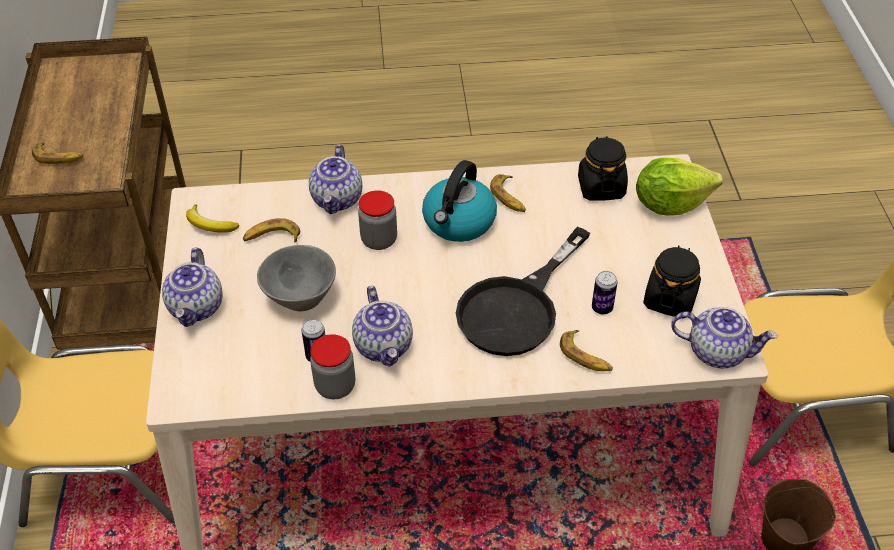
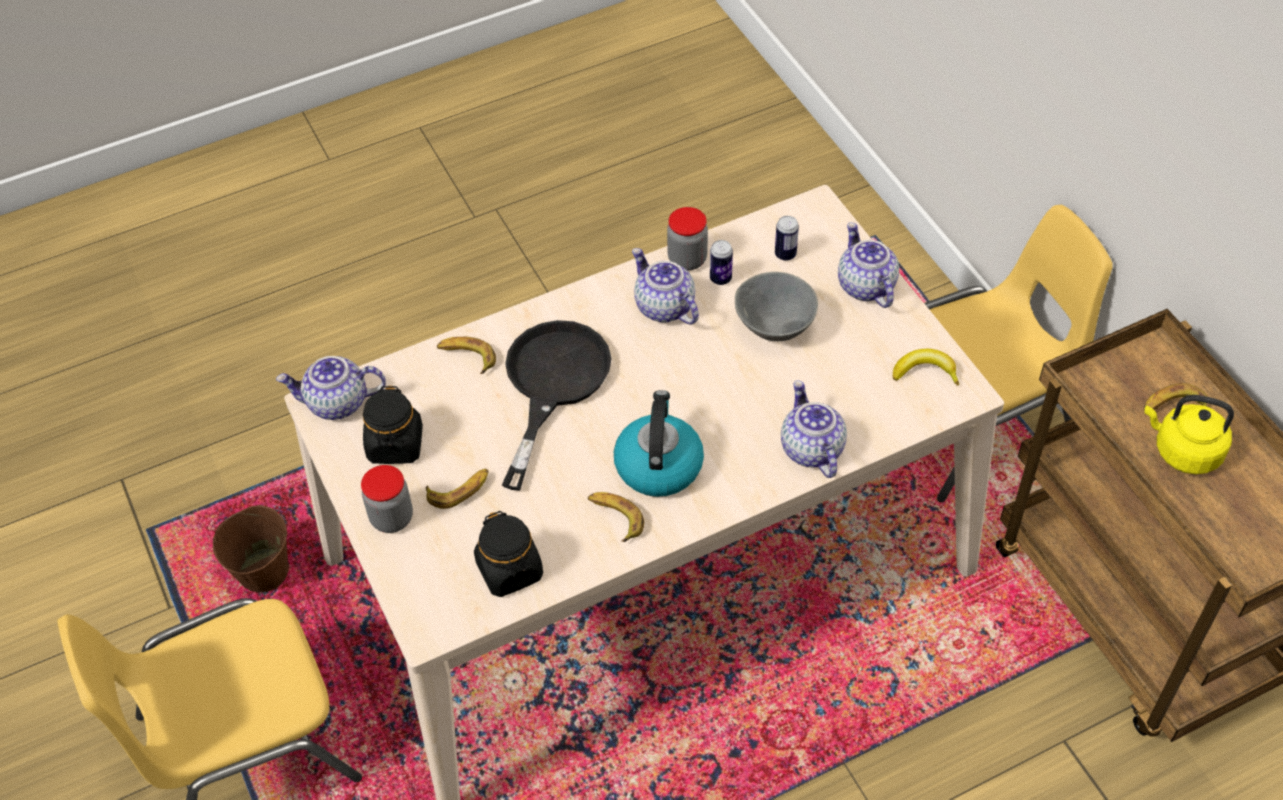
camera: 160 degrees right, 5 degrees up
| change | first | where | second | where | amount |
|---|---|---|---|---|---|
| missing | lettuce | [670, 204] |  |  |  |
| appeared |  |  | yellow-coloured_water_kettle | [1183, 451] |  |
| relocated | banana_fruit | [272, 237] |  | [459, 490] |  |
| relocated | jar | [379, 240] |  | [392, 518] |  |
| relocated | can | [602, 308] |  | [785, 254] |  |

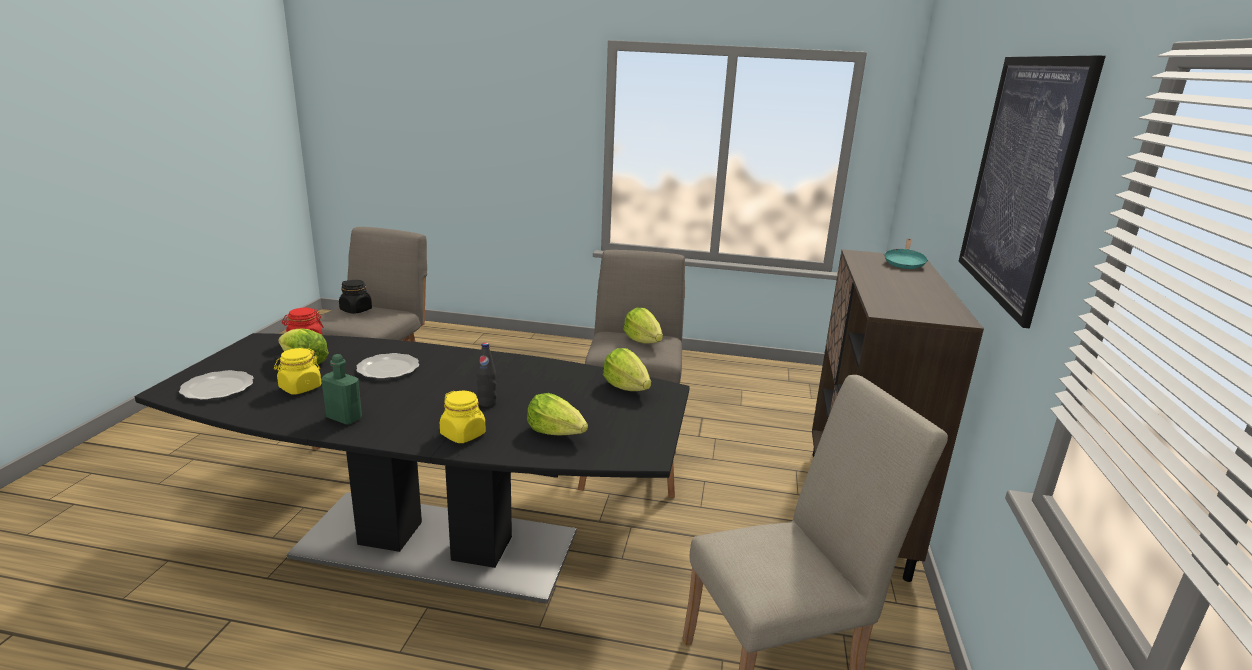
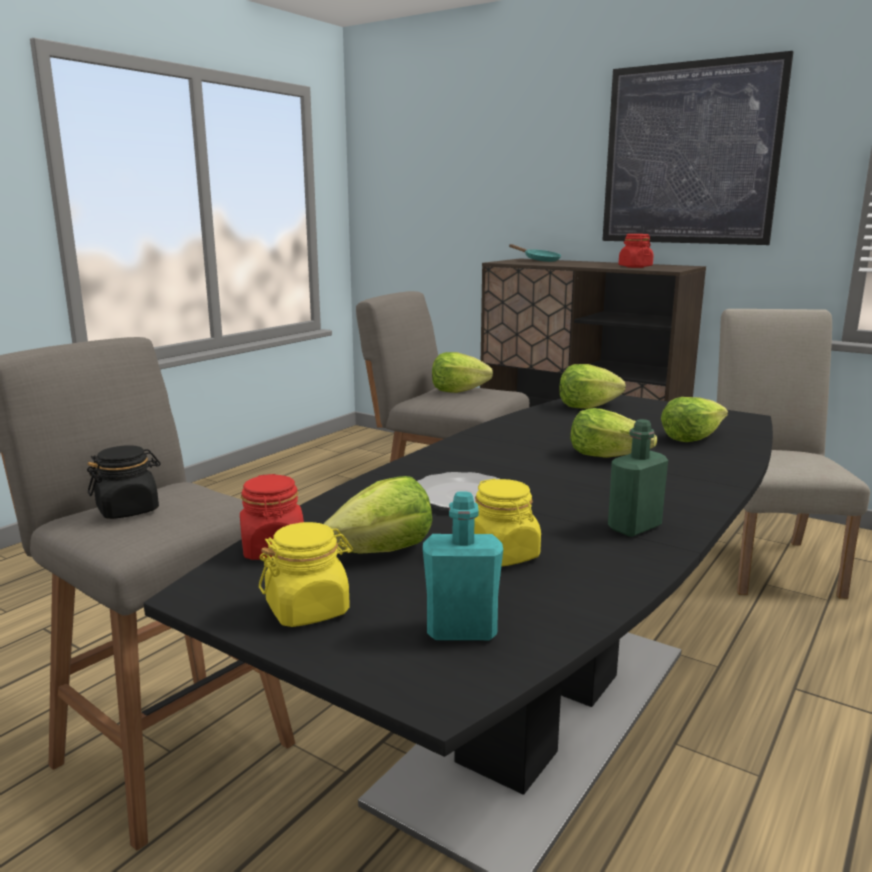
camera: 65 degrees left, 5 degrees down
| change | first | where | second | where | amount |
|---|---|---|---|---|---|
| appeared |  |  | red-coloured_jar | [635, 267] |  |
| relocated | yellow-coloured_jar | [463, 434] |  | [308, 609] |  |
| exchanged | plate | [217, 388] | turquoise-coloured_drink_bottle | [461, 631] |  |
| exchanged | blackish_drink_bottle | [487, 403] | lettuce | [608, 456] |  |

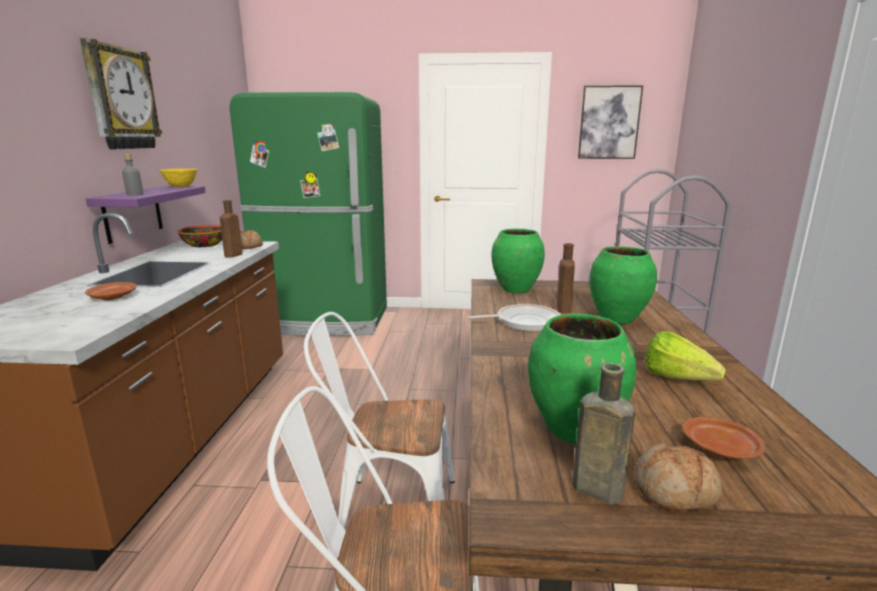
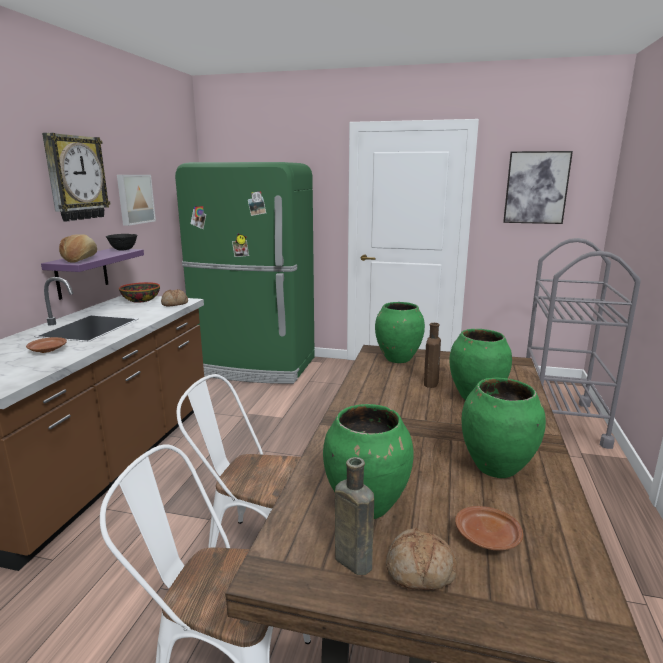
camera: 10 degrees right, 0 degrees up
| change | first | where | second | where | amount |
|---|---|---|---|---|---|
| missing | brown_drink_bottle | [232, 255] |  |  |  |
| missing | frying_pan | [524, 322] |  |  |  |
| appeared |  |  | picture | [134, 199] |  |
| exchanged | greyish_drink_bottle | [135, 194] | bread | [80, 259] |  |
| exchanged | lettuce | [682, 381] | greenish_flower_vase | [496, 467] |  |
| colour | yellow-coloured_serving_bowl | [181, 187] | blackish_serving_bowl | [123, 250] |  |

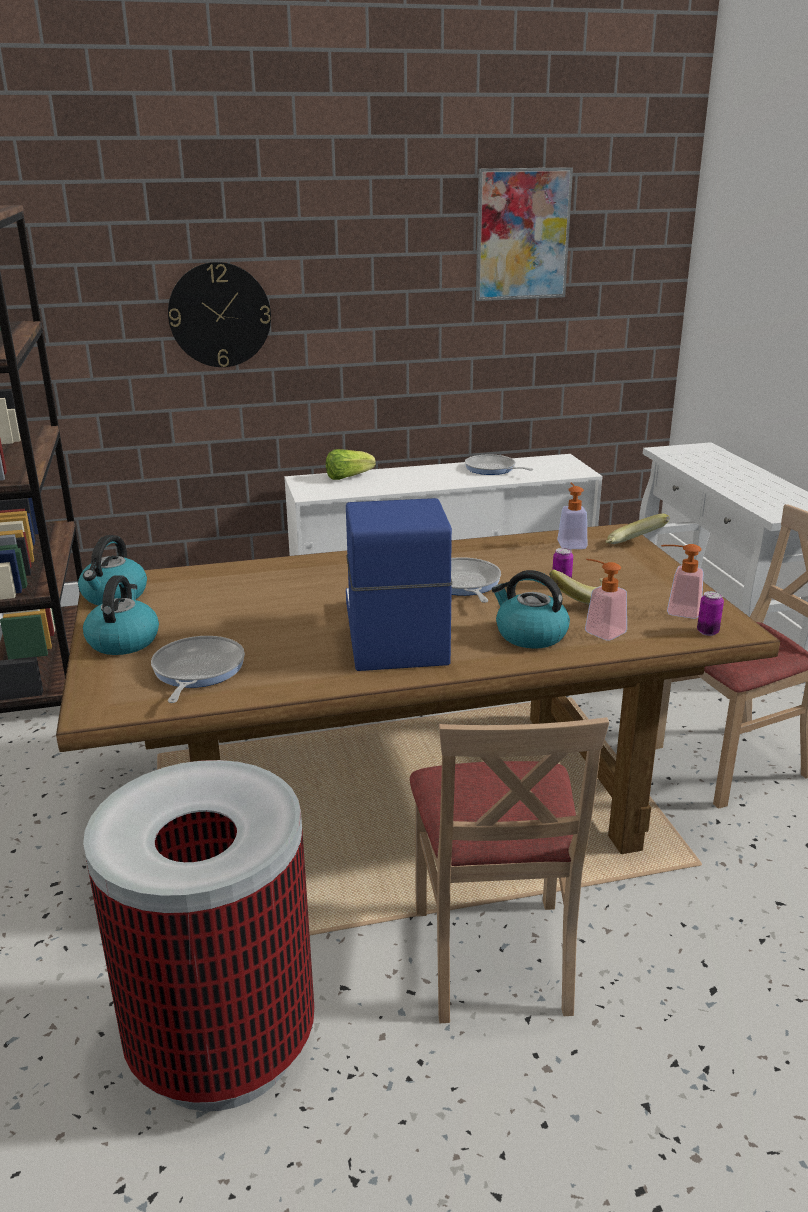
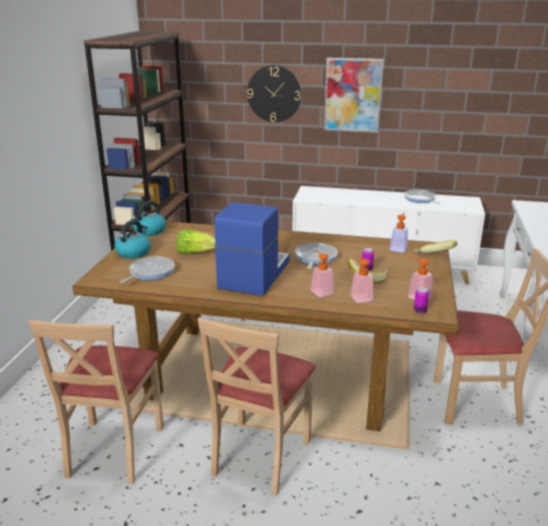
camera: 25 degrees right, 0 degrees up
| change | first | where | second | where | amount |
|---|---|---|---|---|---|
| relocated | lettuce | [348, 477] |  | [195, 252] |  |
| relocated | picture | [522, 235] |  | [353, 95] |  |
| exchanged | waste_bin | [222, 1045] | beige-coloured_upright_chair | [113, 450] |  |
| exchanged | water_kettle | [530, 635] | liquid_soap_bottle | [319, 291] |  |

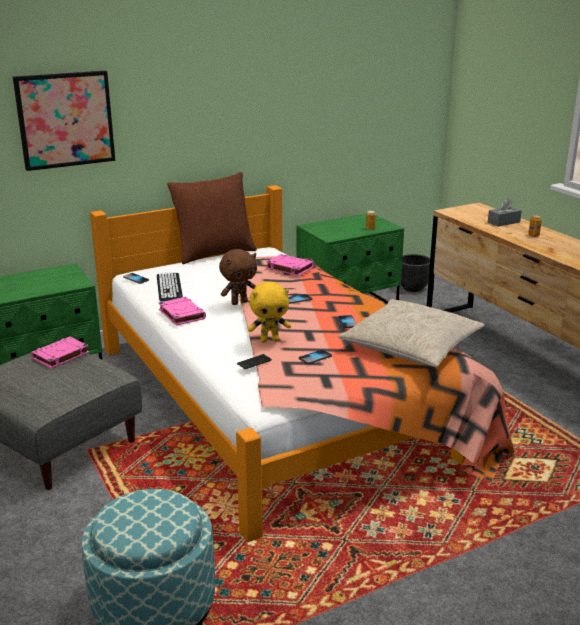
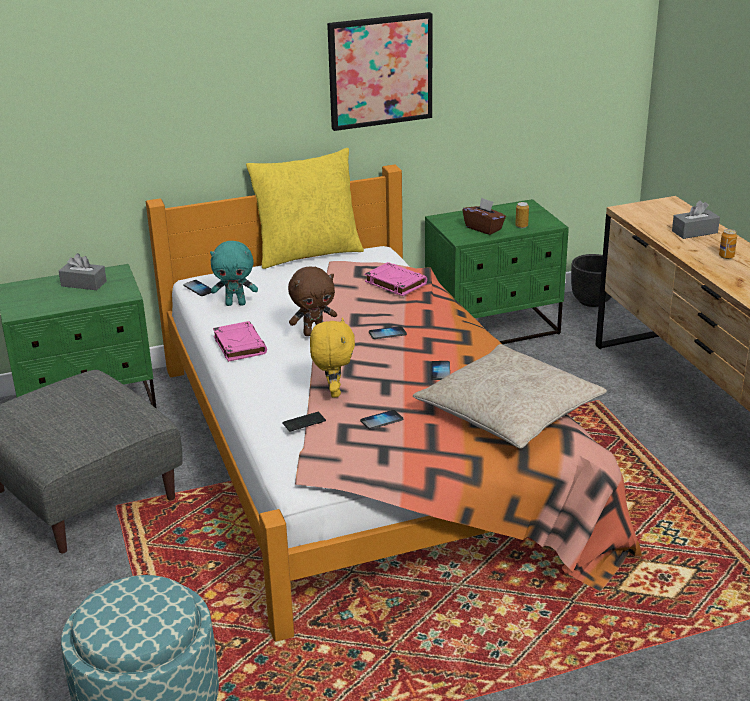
camera: 10 degrees right, 5 degrees up
| change | first | where | second | where | amount |
|---|---|---|---|---|---|
| missing | pink-coloured_bound_book | [60, 356] |  |  |  |
| appeared |  |  | greyish_tissue_holder | [84, 284] |  |
| appeared |  |  | brown_tissue_holder | [484, 228] |  |
| relocated | picture | [65, 120] |  | [380, 71] |  |
| exchanged | keyboard | [169, 287] | turquoise-coloured_cuddly_toy | [236, 304] |  |
| colour | brown_cushion | [214, 253] | yellow-coloured_cushion | [308, 253] |  |
| spun | yellow-coloured_cuddly_toy | [269, 340] |  | [333, 392] | 90 degrees counterclockwise |

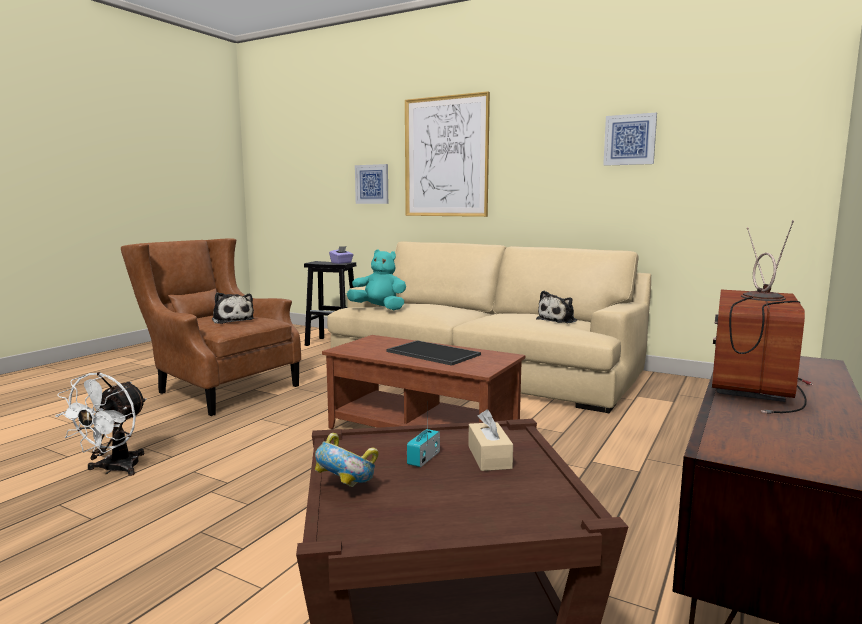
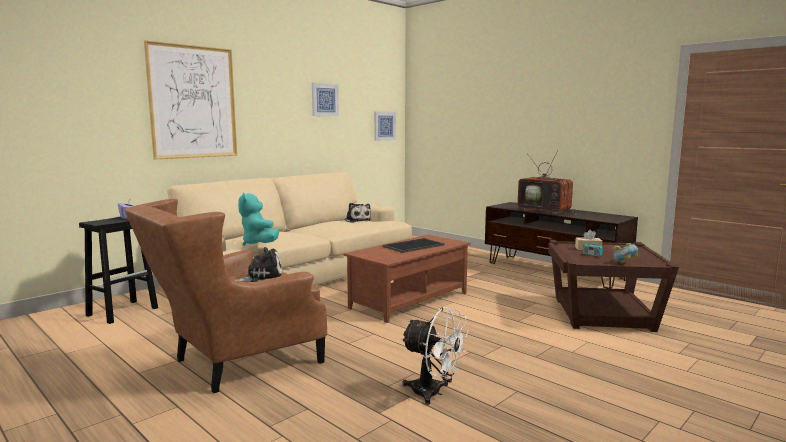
camera: 75 degrees left, 0 degrees up
| change | first | where | second | where | amount |
|---|---|---|---|---|---|
| relocated | picture | [372, 184] |  | [384, 126] |  |
| spun | turquoise-coloured_cuddly_toy | [379, 308] |  | [259, 244] | 60 degrees counterclockwise |

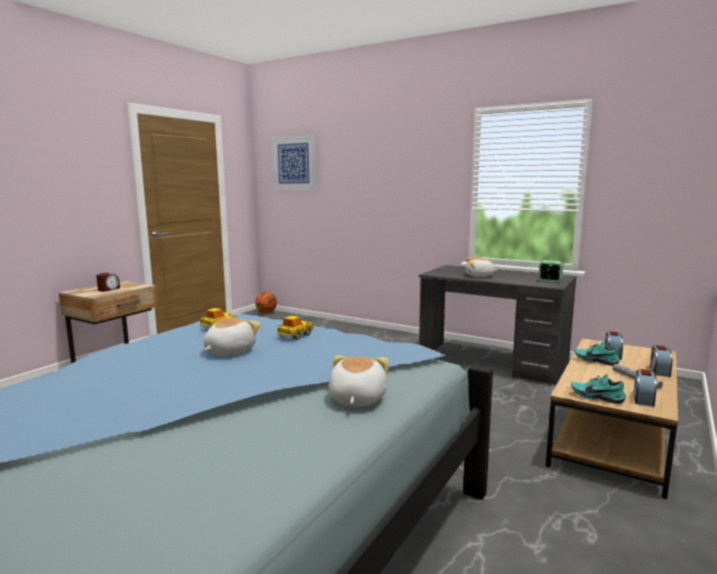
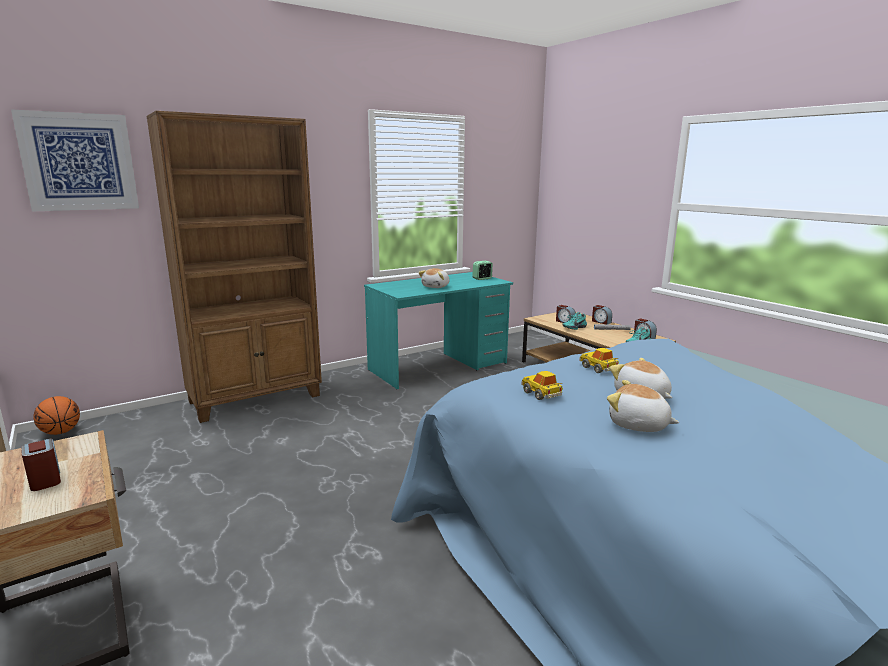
camera: 65 degrees left, 5 degrees up
| change | first | where | second | where | amount |
|---|---|---|---|---|---|
| appeared |  |  | brown_bookshelf | [256, 399] |  |
| relocated | cuddly_toy | [356, 399] |  | [638, 425] |  |
| colour | greyish_desk | [492, 362] | turquoise-coloured_desk | [439, 367] |  |

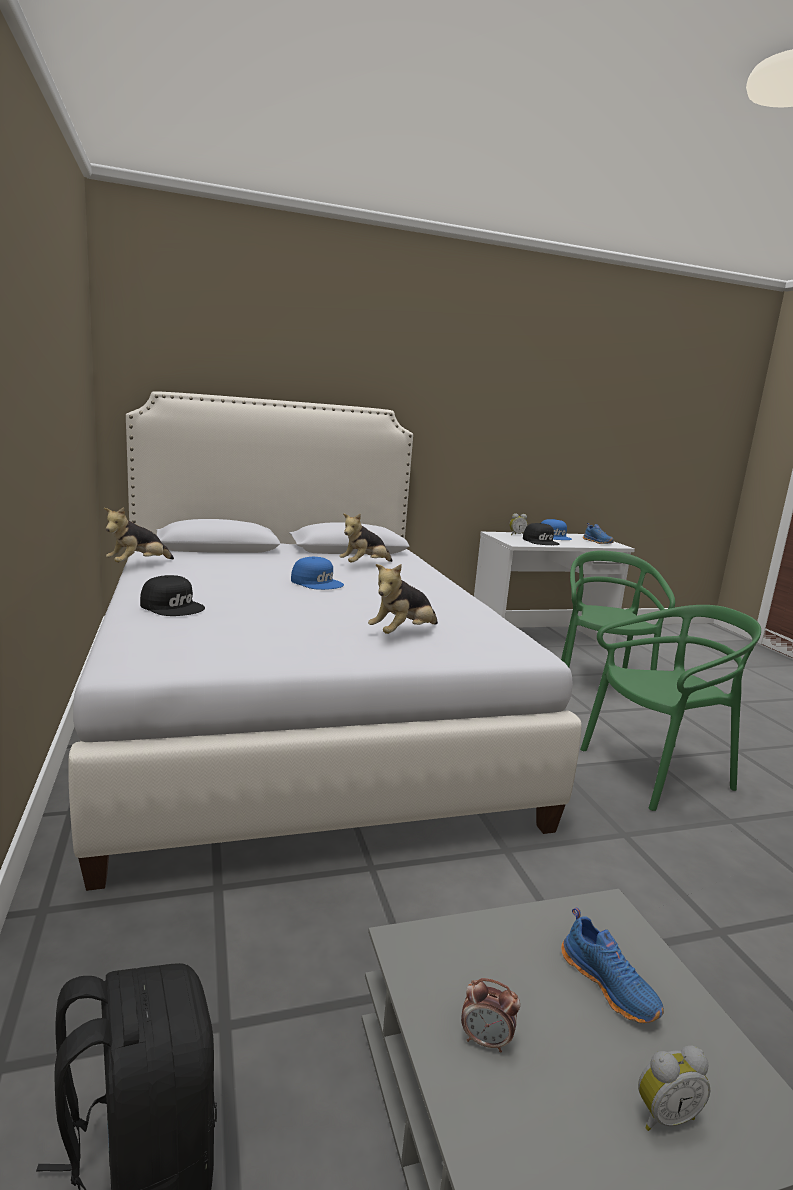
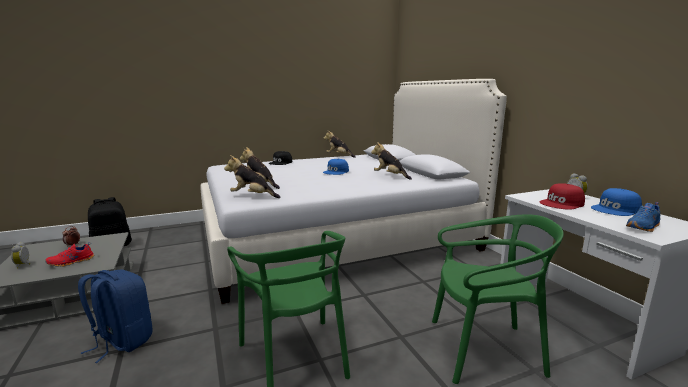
camera: 85 degrees right, 0 degrees up
| change | first | where | second | where | amount |
|---|---|---|---|---|---|
| appeared |  |  | blue-coloured_rucksack | [121, 341] |  |
| appeared |  |  | cuddly_toy | [252, 196] |  |
| colour | blackish_peaked_cap | [541, 541] | red-coloured_peaked_cap | [562, 203] |  |
| colour | blue-coloured_low_shoe | [610, 984] | red-coloured_low_shoe | [71, 262] |  |

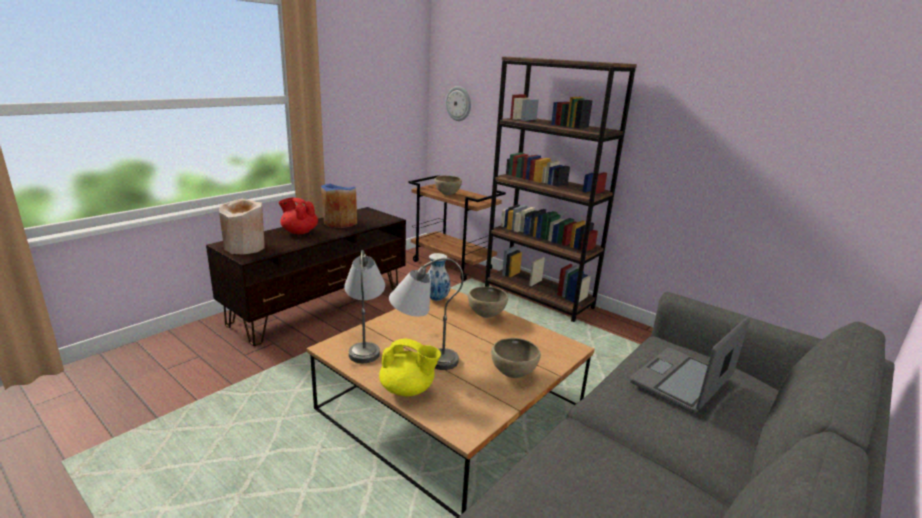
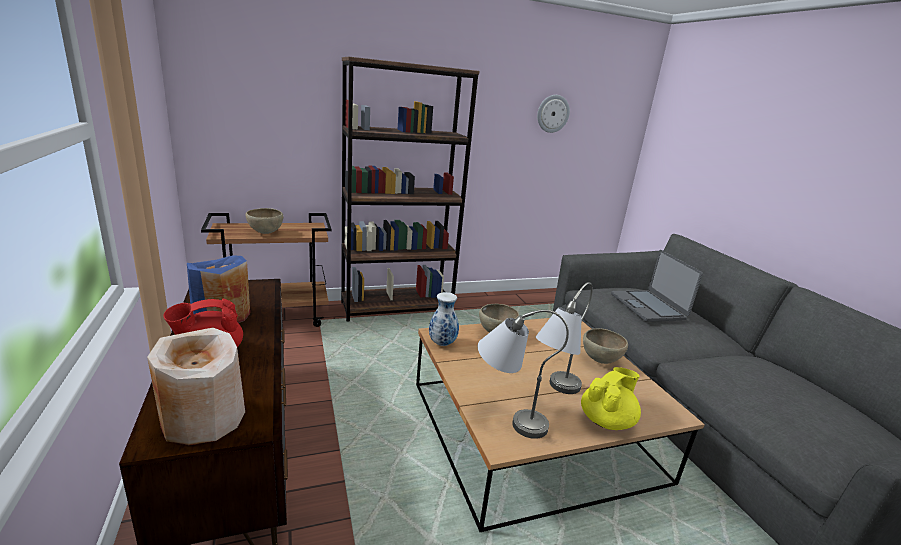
camera: 60 degrees left, 0 degrees up
| change | first | where | second | where | amount |
|---|---|---|---|---|---|
| relocated | clock_on_the_wall | [458, 103] |  | [552, 113] |  |

